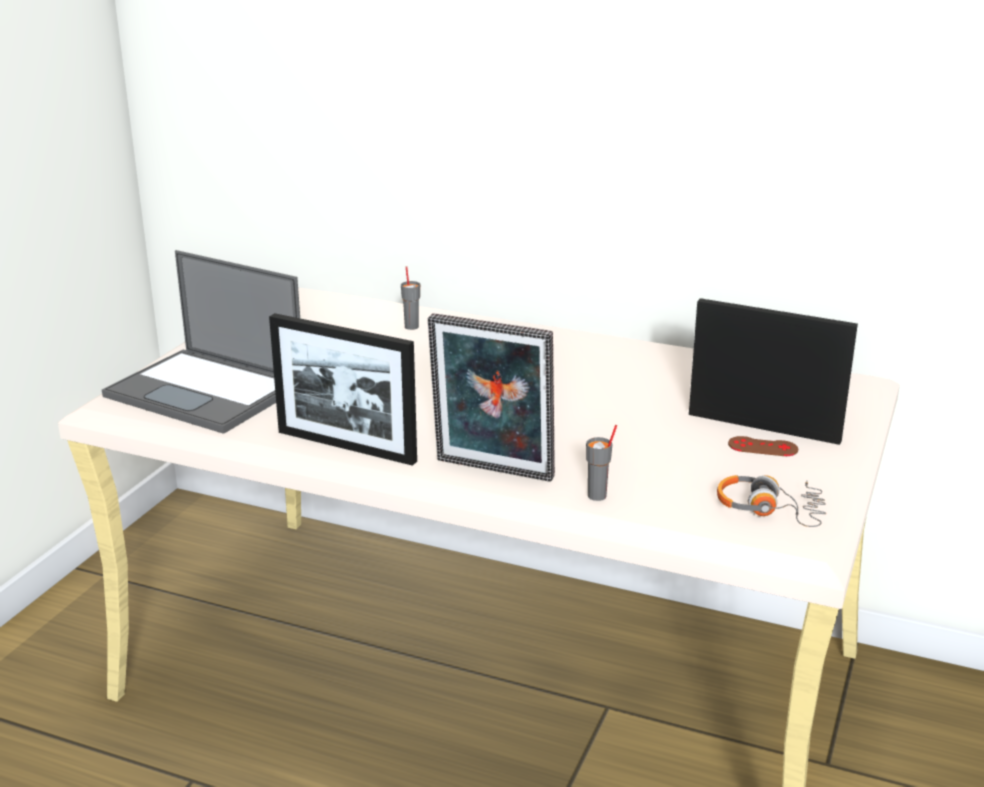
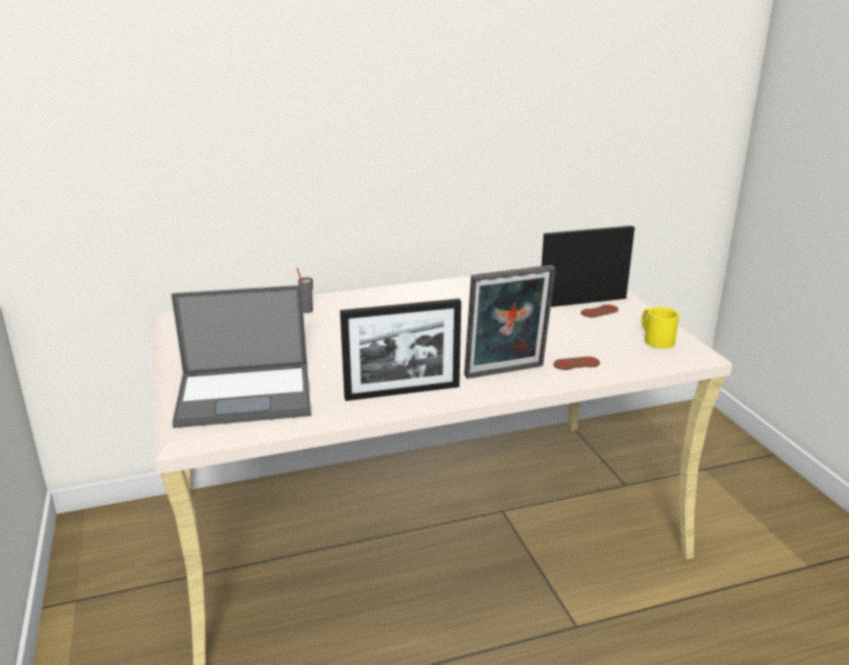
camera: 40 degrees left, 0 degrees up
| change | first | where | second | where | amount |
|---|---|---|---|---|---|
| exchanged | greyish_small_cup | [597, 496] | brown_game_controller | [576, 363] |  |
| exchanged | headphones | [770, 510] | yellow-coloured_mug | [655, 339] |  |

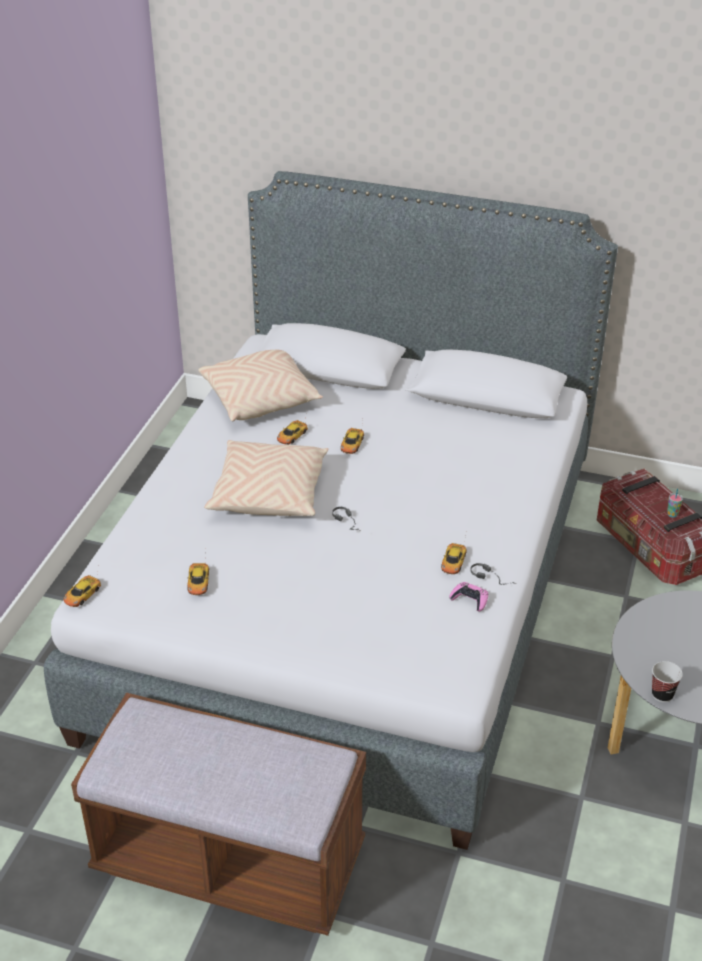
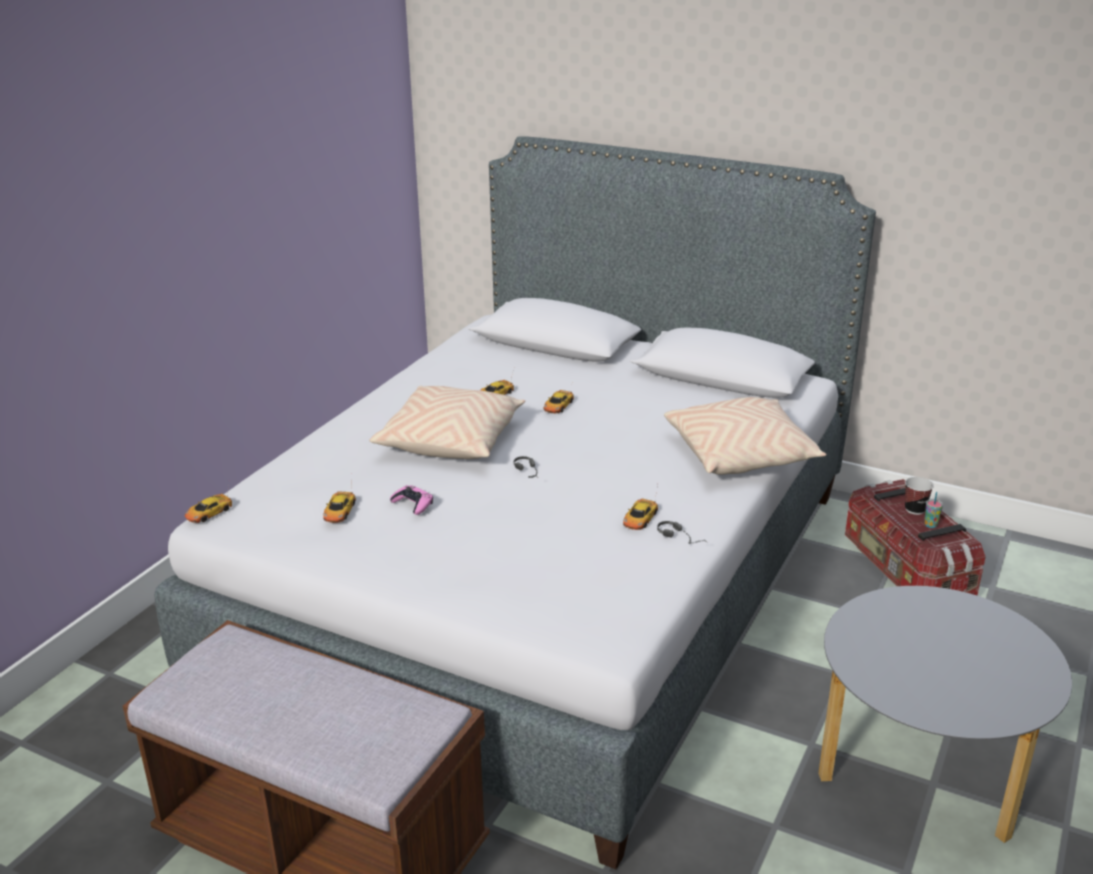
camera: 10 degrees right, 10 degrees down
| change | first | where | second | where | amount |
|---|---|---|---|---|---|
| relocated | beige-coloured_cushion | [261, 398] |  | [741, 455] |  |
| relocated | pink-coloured_game_controller | [470, 599] |  | [413, 504] |  |
| relocated | small_cup | [662, 694] |  | [915, 509] |  |

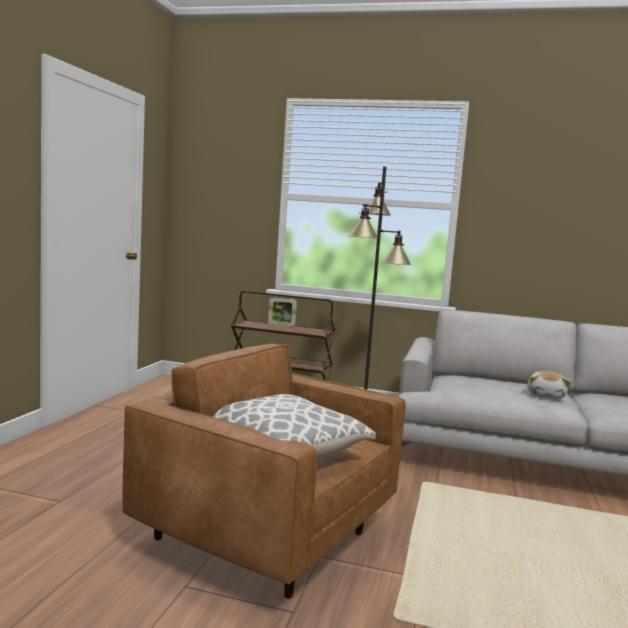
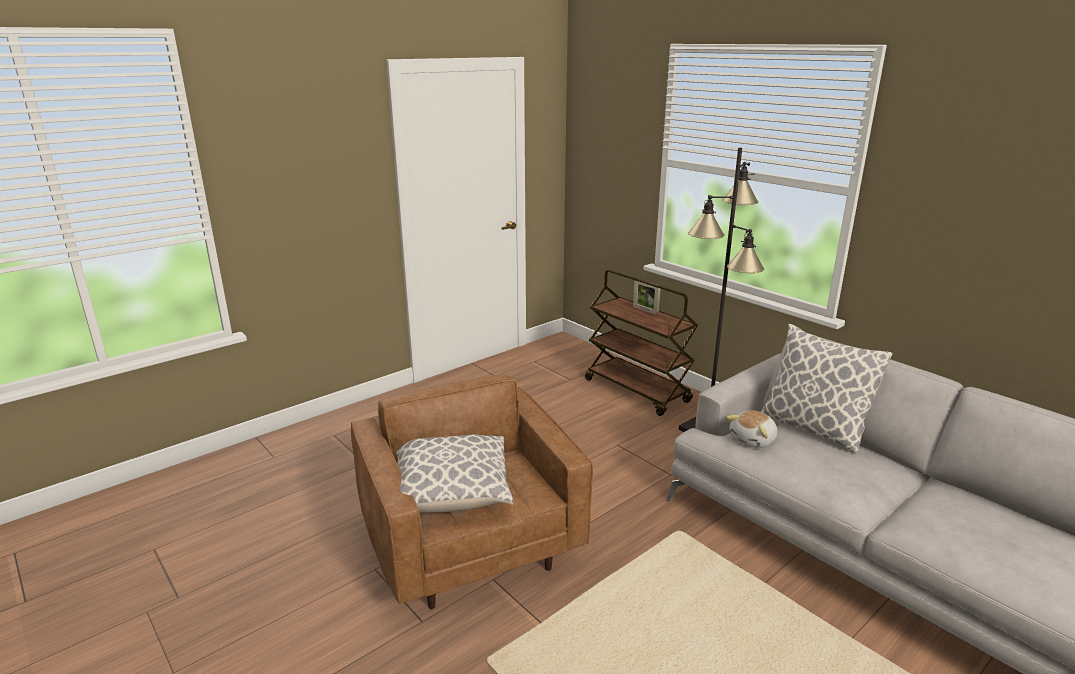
camera: 35 degrees right, 15 degrees up
| change | first | where | second | where | amount |
|---|---|---|---|---|---|
| appeared |  |  | cushion | [813, 428] |  |
| relocated | cuddly_toy | [546, 396] |  | [753, 440] |  |

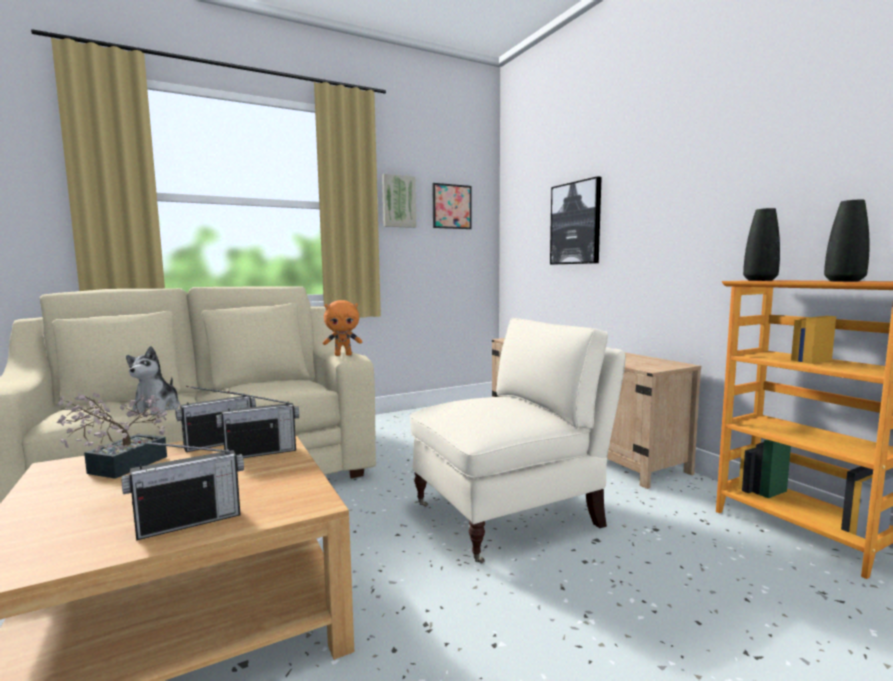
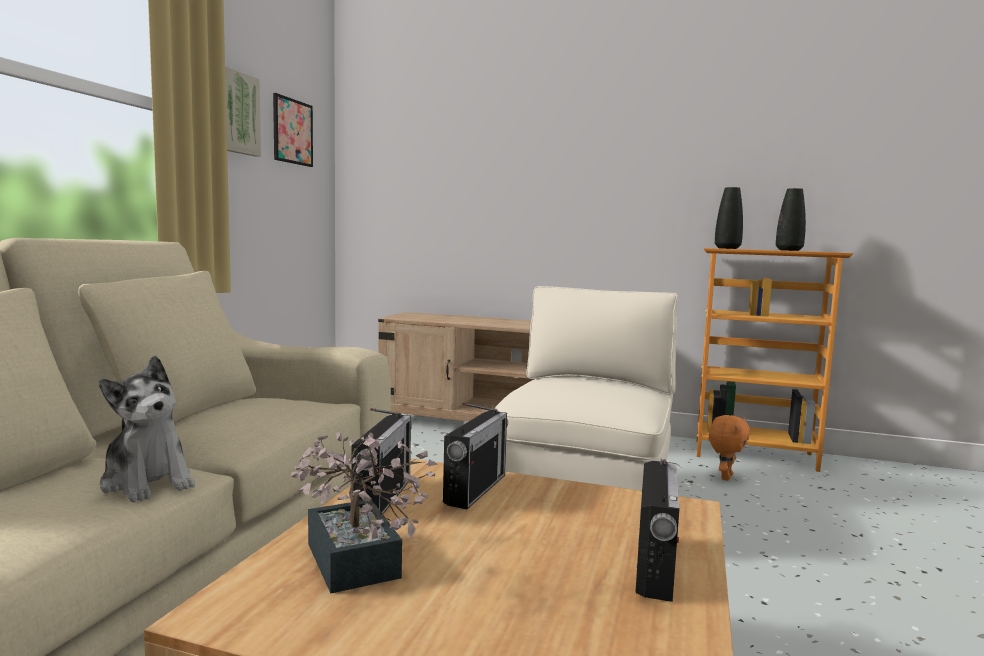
camera: 45 degrees left, 0 degrees up
| change | first | where | second | where | amount |
|---|---|---|---|---|---|
| missing | picture | [576, 223] |  |  |  |
| relocated | orange-coloured_cuddly_toy | [343, 355] |  | [725, 477] |  |

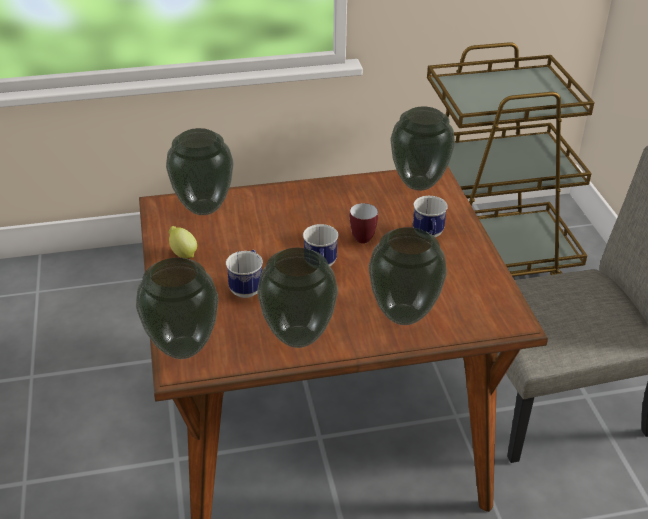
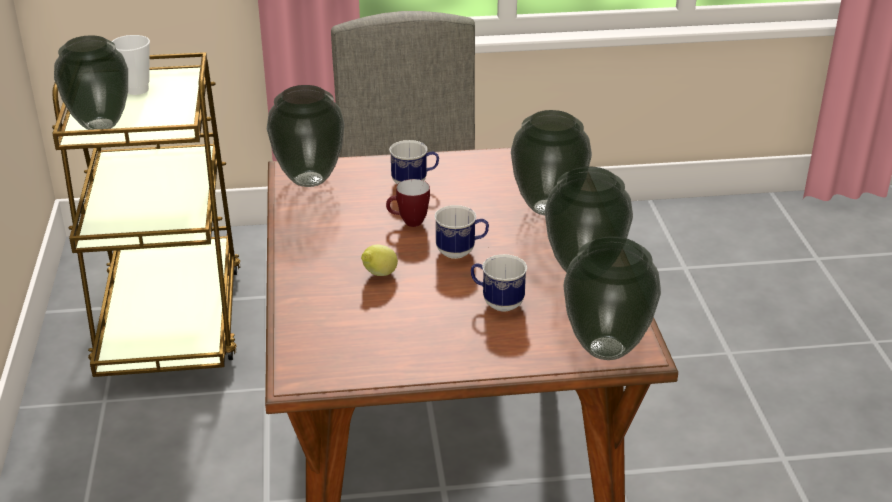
camera: 85 degrees left, 5 degrees down
| change | first | where | second | where | amount |
|---|---|---|---|---|---|
| appeared |  |  | small_cup | [137, 90] |  |
| relocated | flower_vase | [202, 208] |  | [100, 126] |  |
| relocated | citrus_fruit | [183, 253] |  | [379, 275] |  |

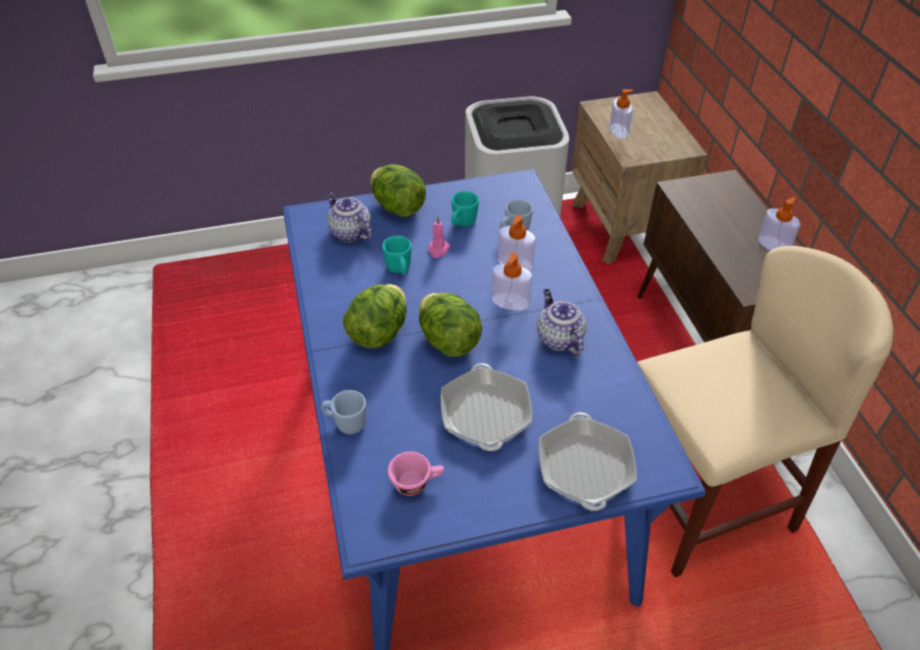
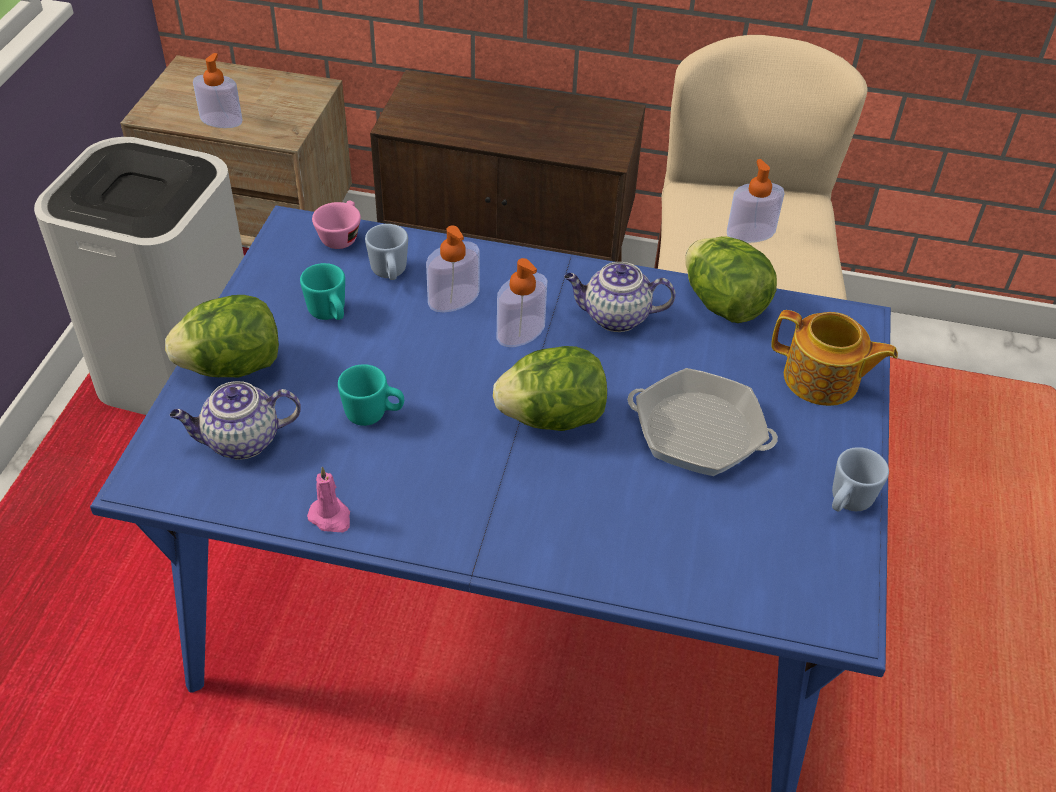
camera: 65 degrees left, 0 degrees up
| change | first | where | second | where | amount |
|---|---|---|---|---|---|
| relocated | blue-coloured_mug | [345, 423] |  | [847, 503] |  |
| relocated | lettuce | [378, 333] |  | [723, 305] |  |
| relocated | pink-coloured_small_cup | [416, 482] |  | [340, 236] |  |
| relocated | pink-coloured_candle | [438, 250] |  | [331, 517] |  |
| relocated | liquid_soap_bottle | [773, 245] |  | [750, 233] |  |
| exchanged | frying_pan | [585, 467] | teapot | [822, 380] |  |

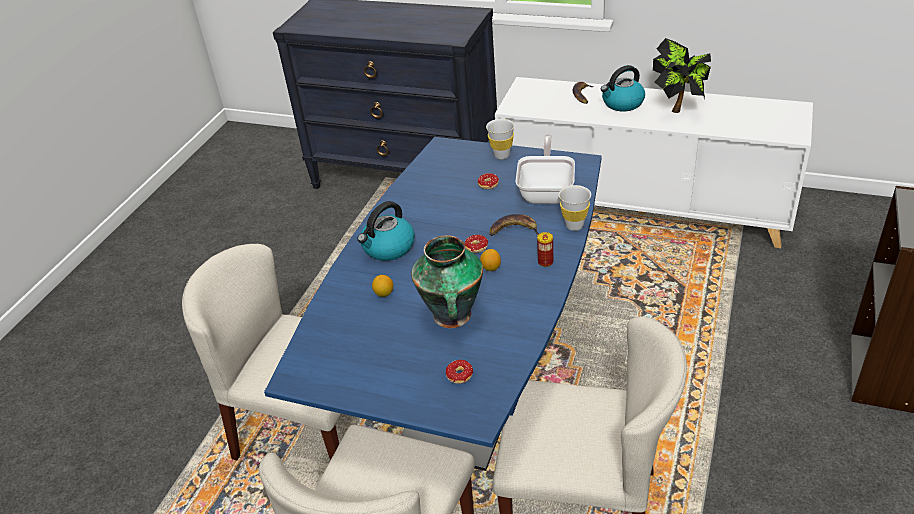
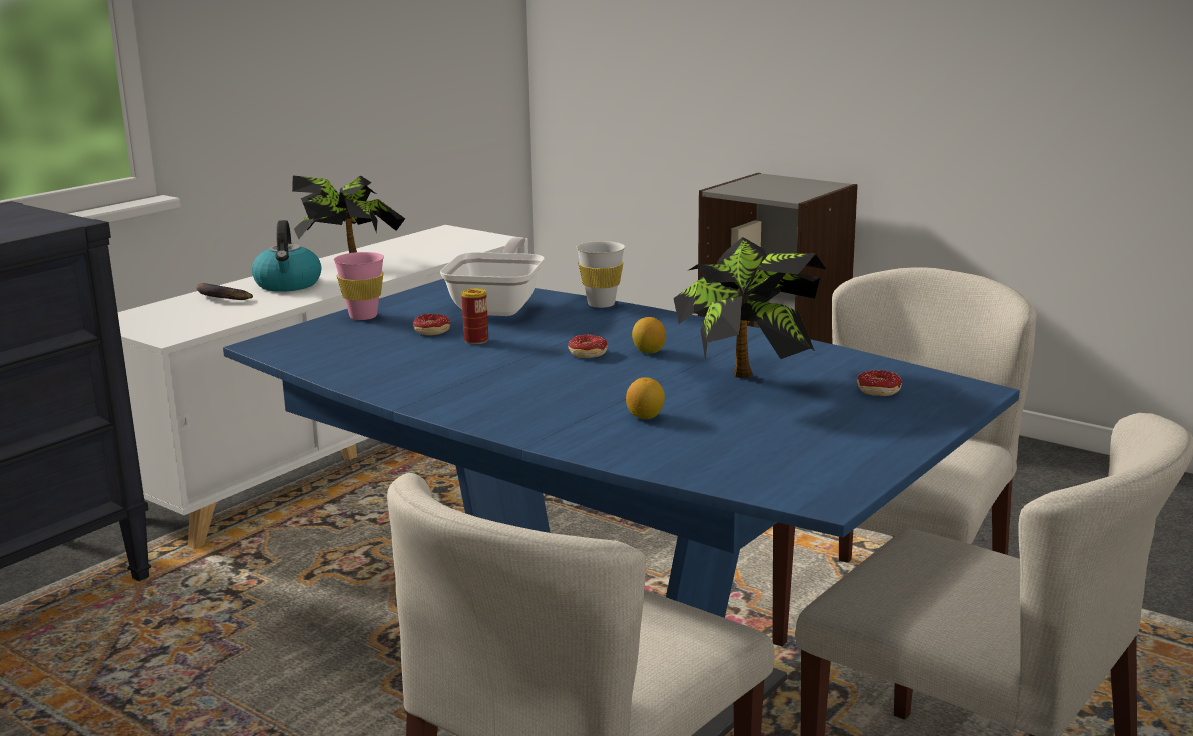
camera: 75 degrees left, 20 degrees down
| change | first | where | second | where | amount |
|---|---|---|---|---|---|
| missing | water_kettle | [388, 248] |  |  |  |
| missing | banana_fruit | [514, 230] |  |  |  |
| relocated | can | [545, 262] |  | [476, 340] |  |
| exchanged | flower_vase | [452, 317] | potted_plant | [744, 382] |  |
| colour | white_small_cup | [501, 155] | pink-coloured_small_cup | [363, 316] |  |
| spun | frying_pan | [547, 191] |  | [499, 306] | 75 degrees clockwise |

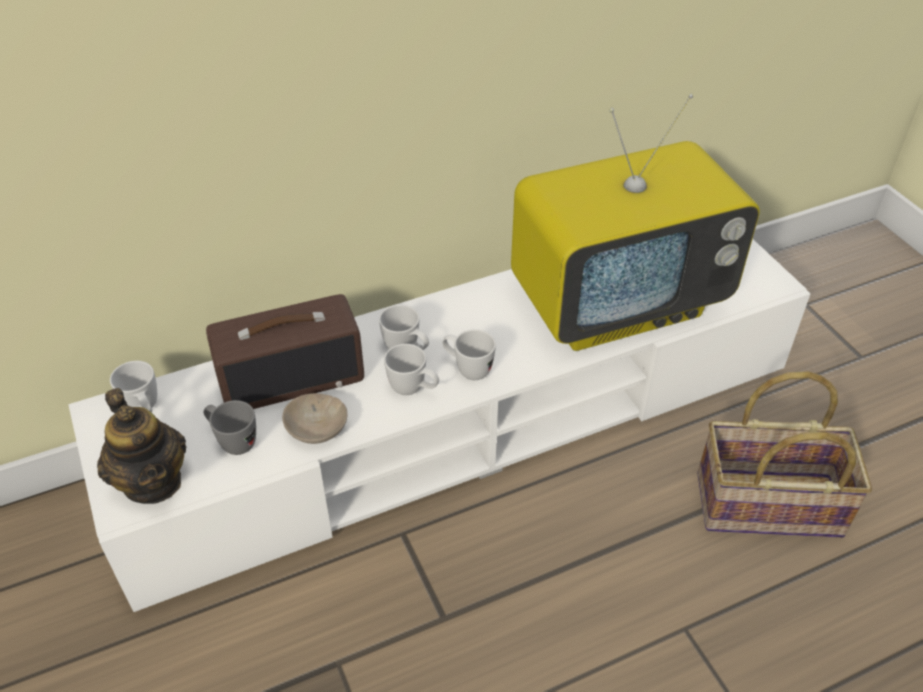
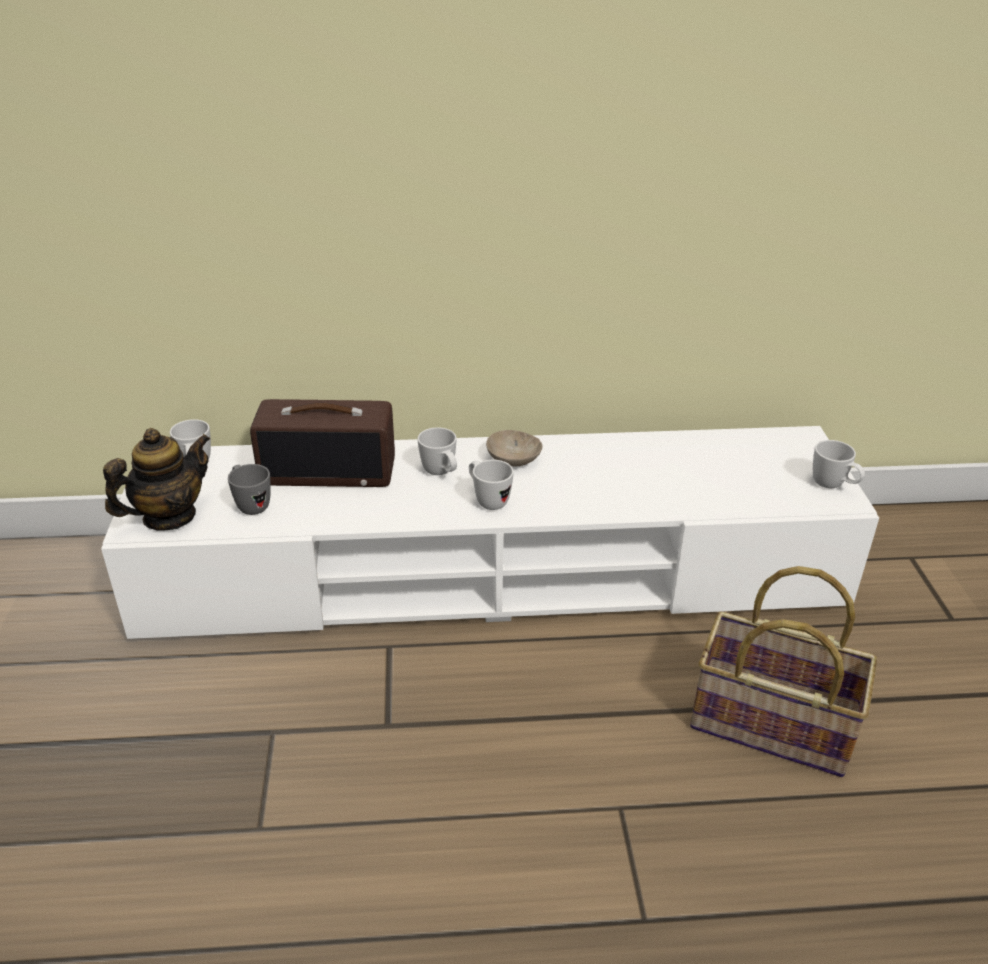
camera: 20 degrees right, 10 degrees down
| change | first | where | second | where | amount |
|---|---|---|---|---|---|
| missing | TV_set | [618, 304] |  |  |  |
| relocated | beige-coloured_serving_bowl | [315, 430] |  | [512, 459] |  |
| relocated | white_mug | [413, 390] |  | [833, 486] |  |
| spun | teapot | [153, 481] |  | [169, 517] | 120 degrees counterclockwise |

